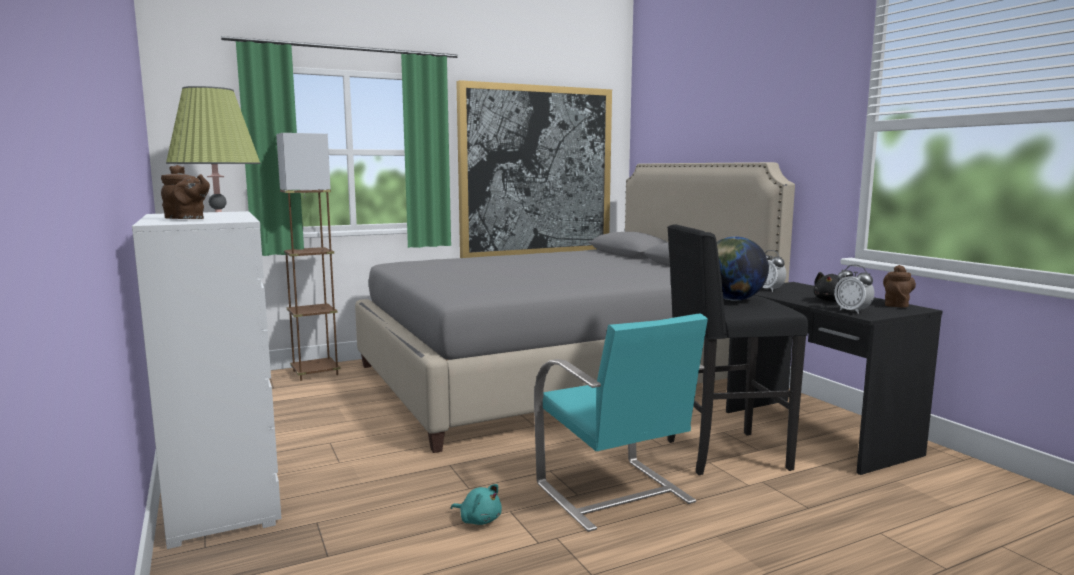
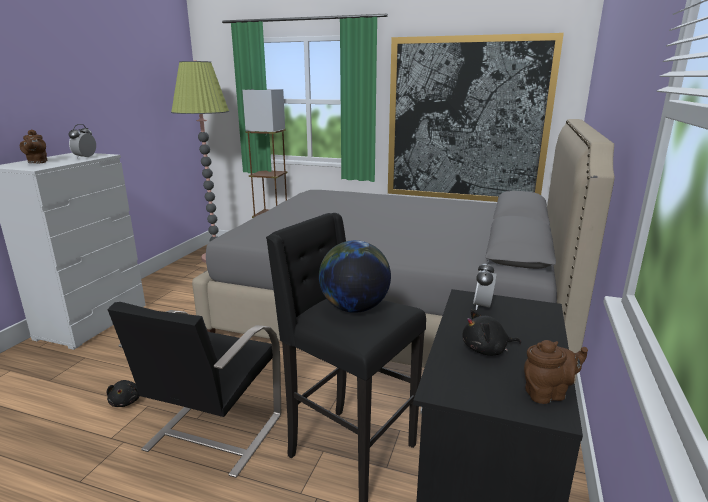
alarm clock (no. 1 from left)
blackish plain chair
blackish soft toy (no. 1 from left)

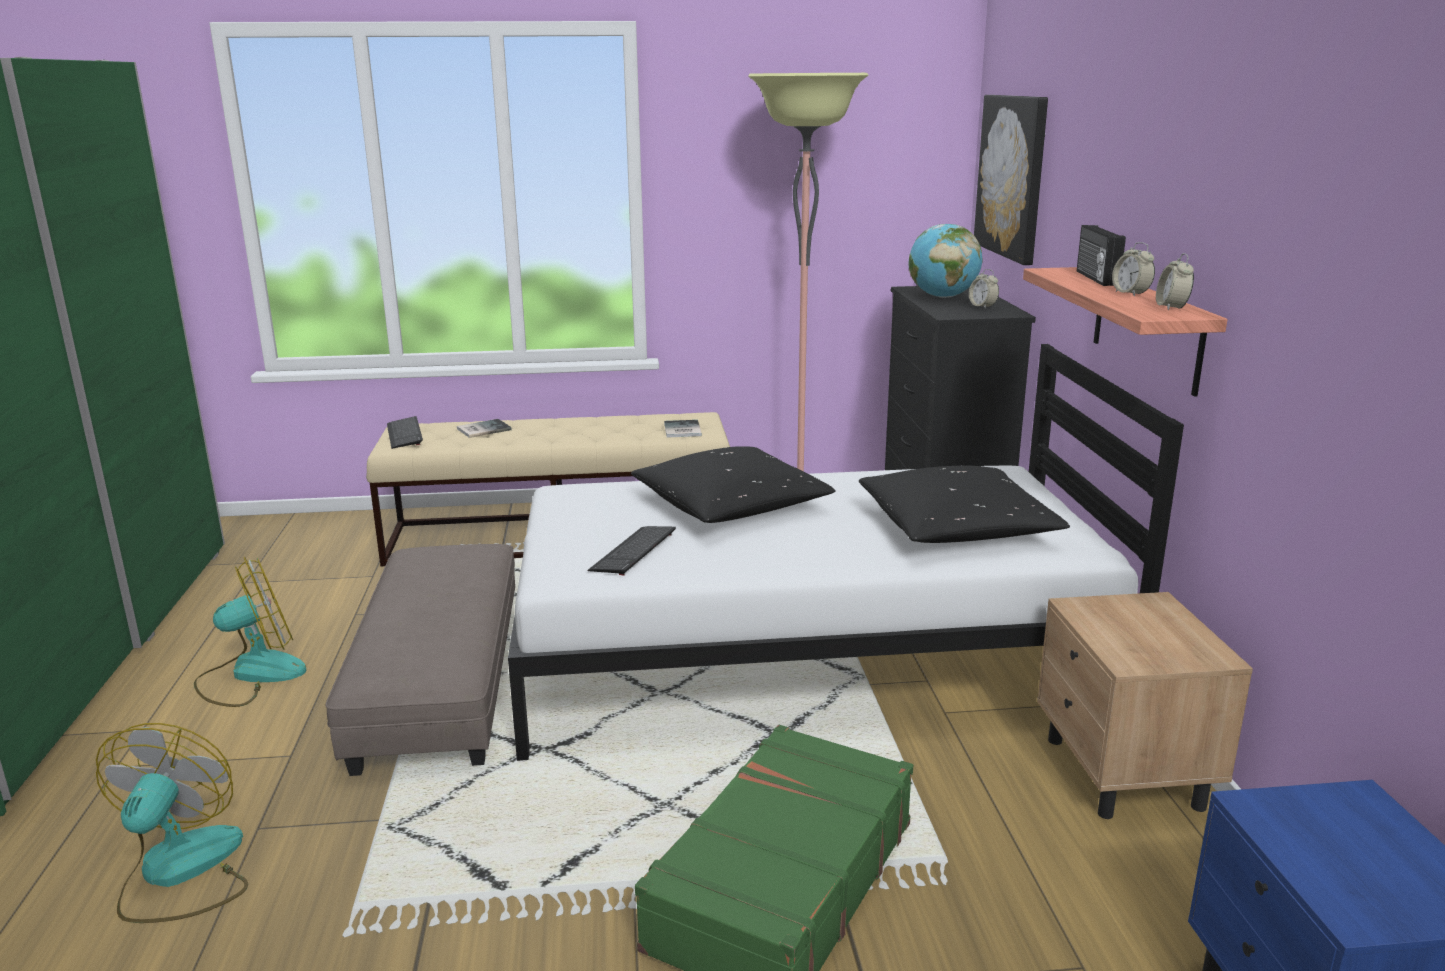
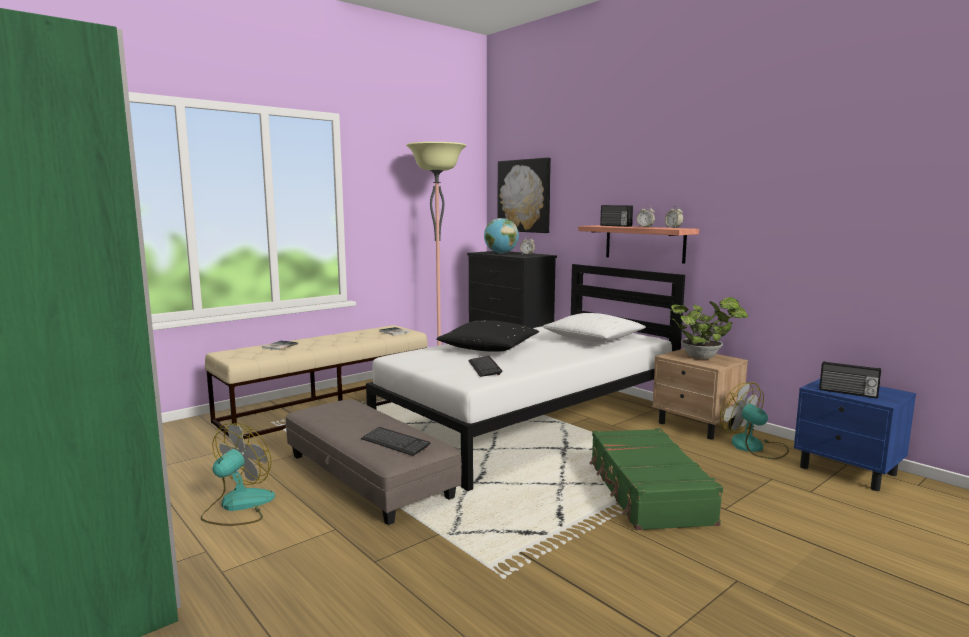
PC keyboard (no. 1 from left)
white pillow
fan (no. 2 from left)
plant in a pot
radio receiver (no. 2 from left)

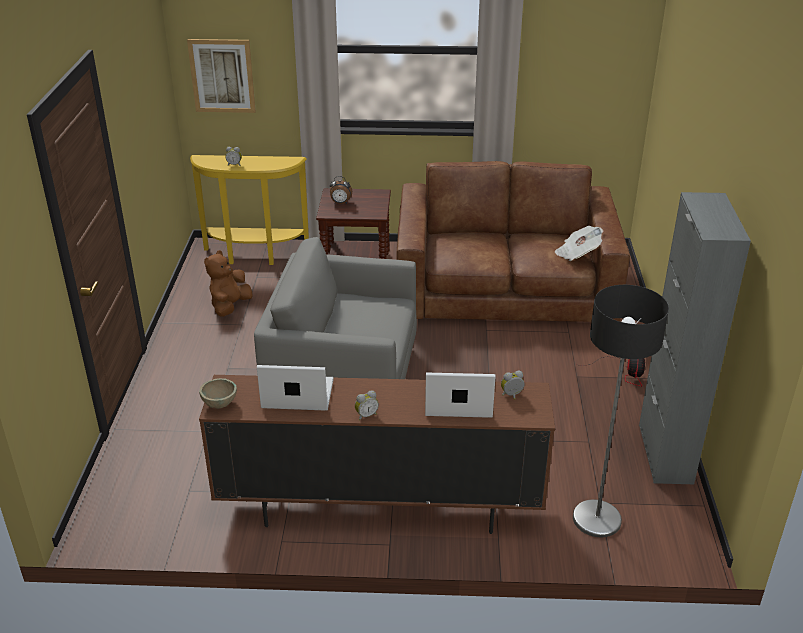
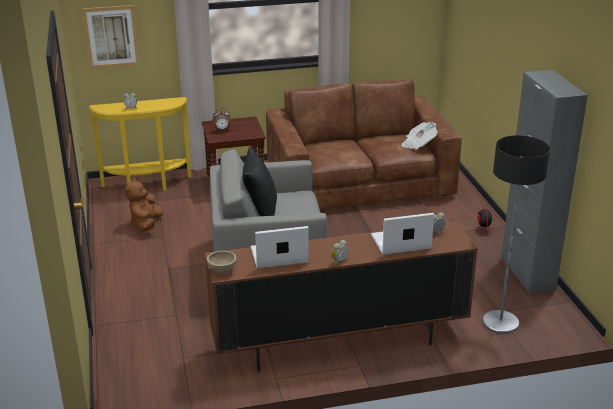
blackish pillow

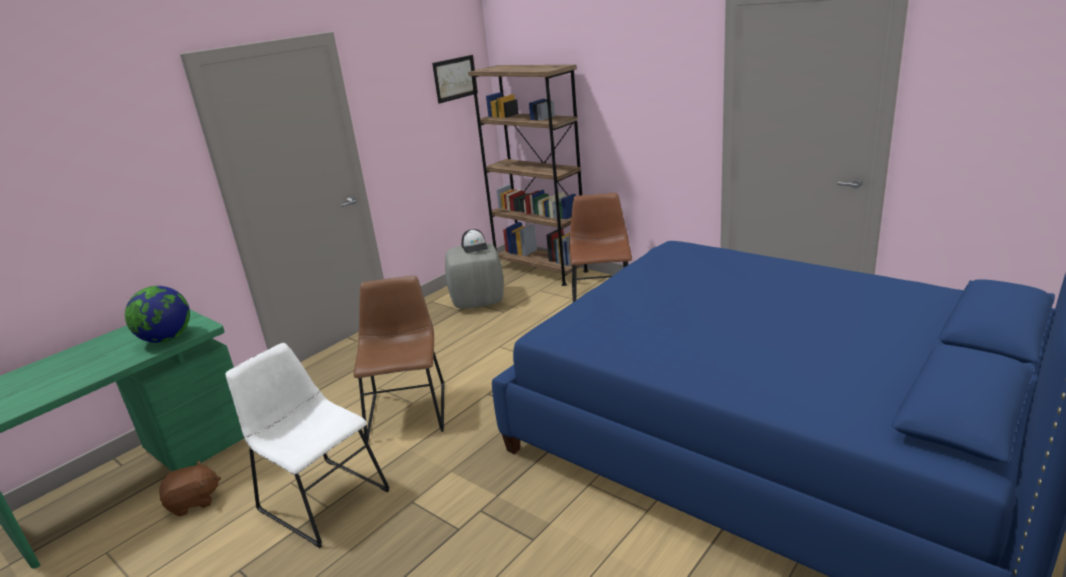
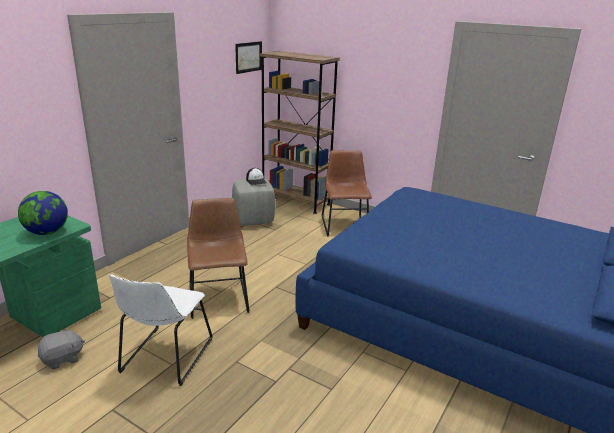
white plain chair
grey soft toy

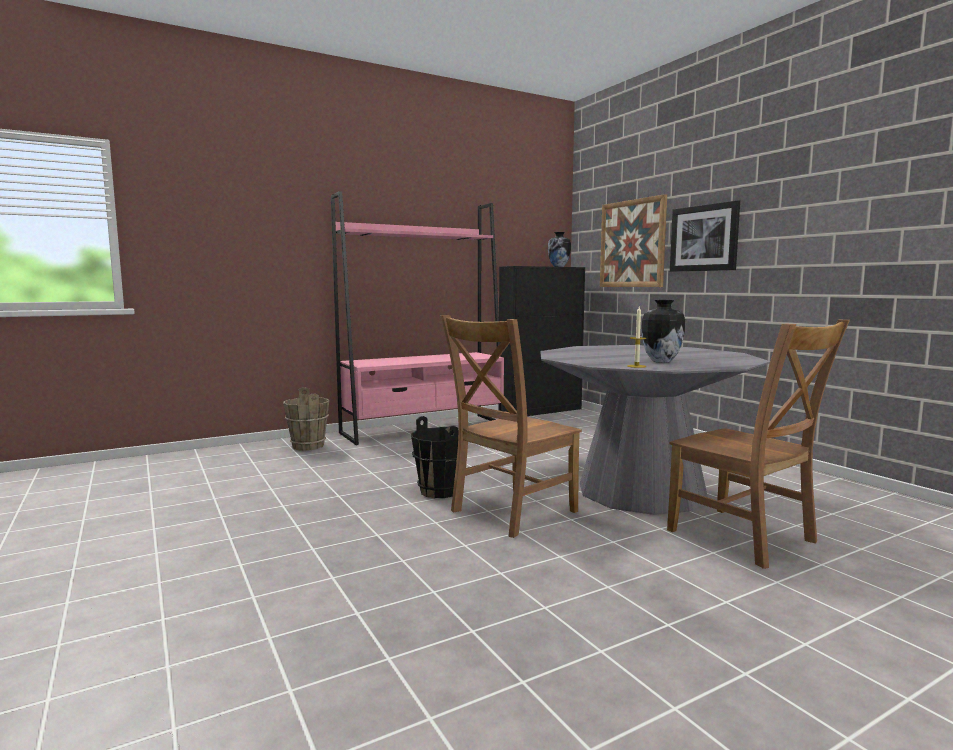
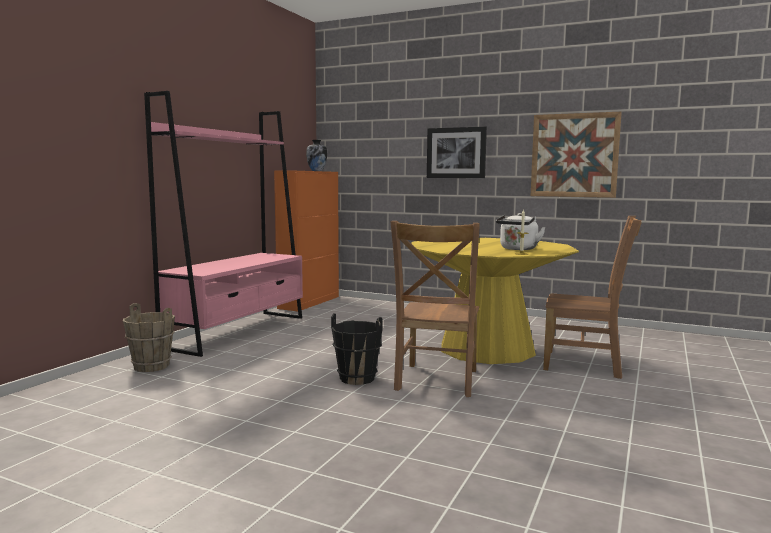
picture (no. 2 from left)
orangey cupboard
white tea kettle
yellow dining table

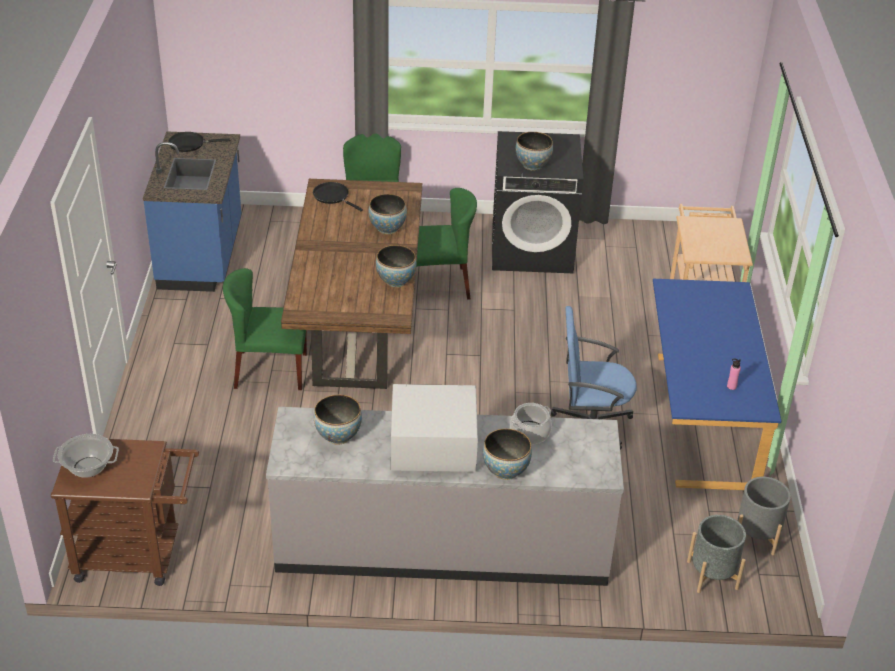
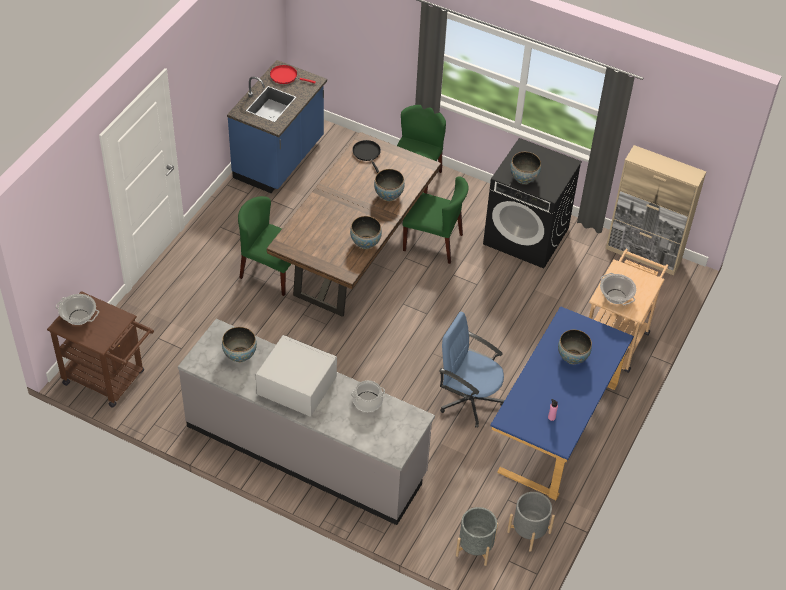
reddish skillet
serving bowl (no. 5 from left)
beige-coloured cupboard
stockpot (no. 3 from left)

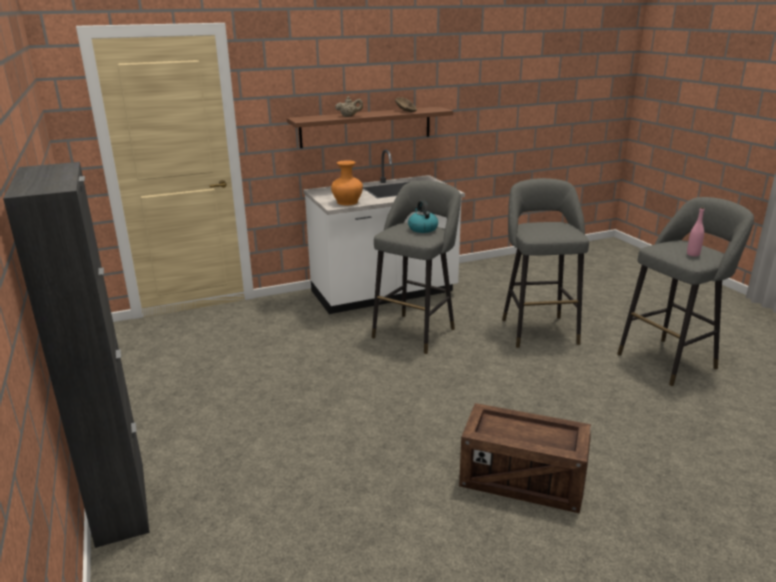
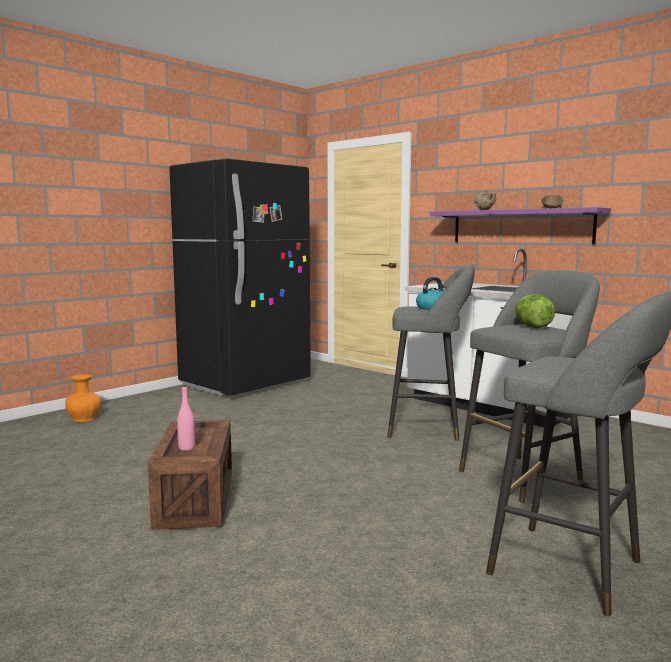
purple-coloured shelf
orangey vase
blackish cupboard
pink-coloured beverage bottle
blackish fridge
lettuce head

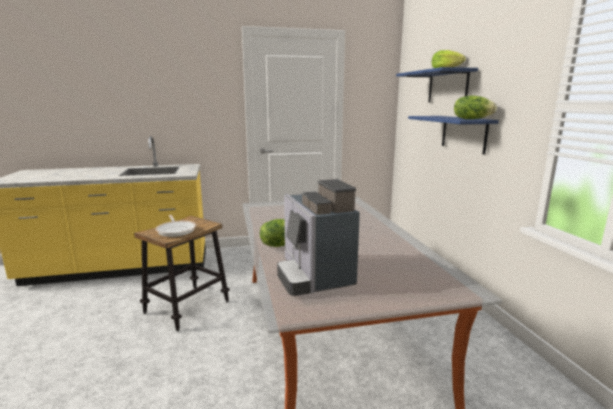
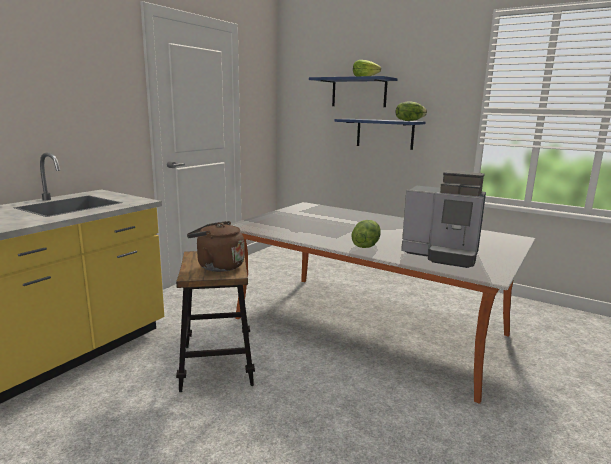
brown-coloured tea kettle

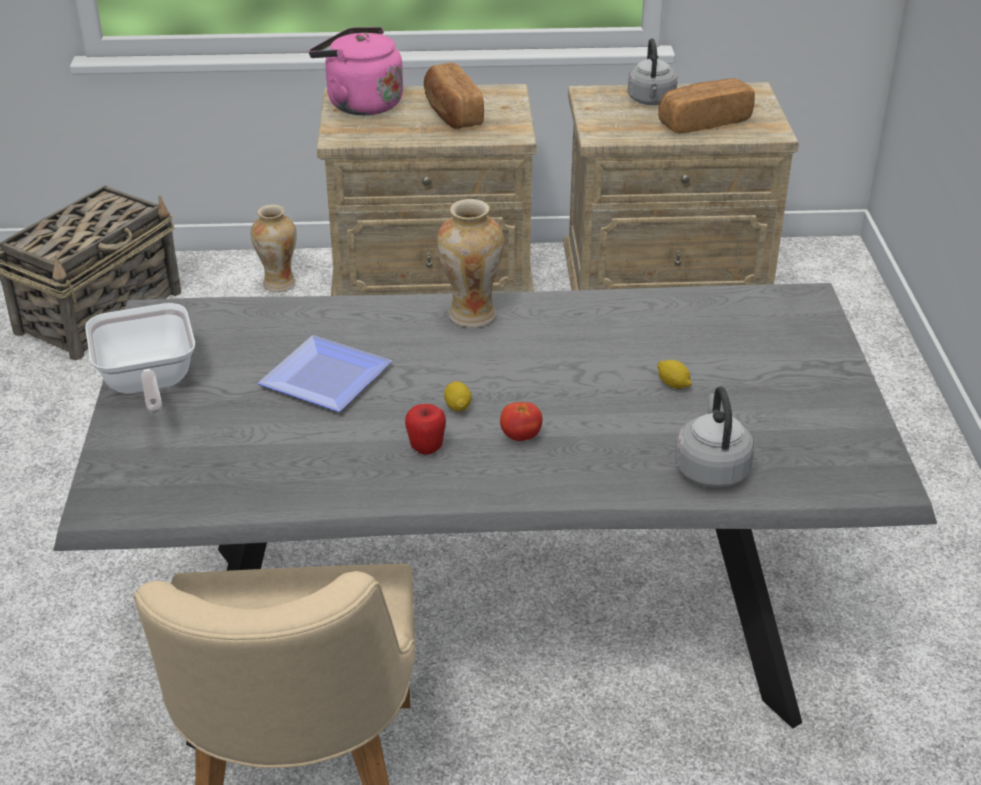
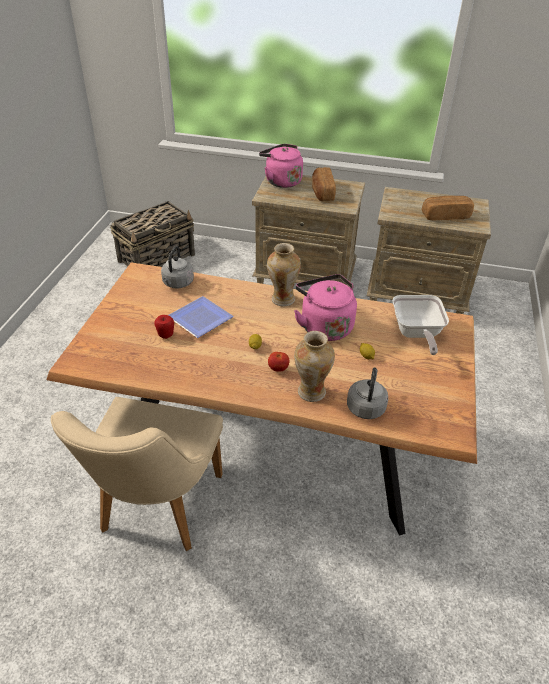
grey tea kettle (no. 1 from left)
vase (no. 2 from left)
brown-coloured dining table
skillet
apple fruit
pink-coloured tea kettle (no. 2 from left)

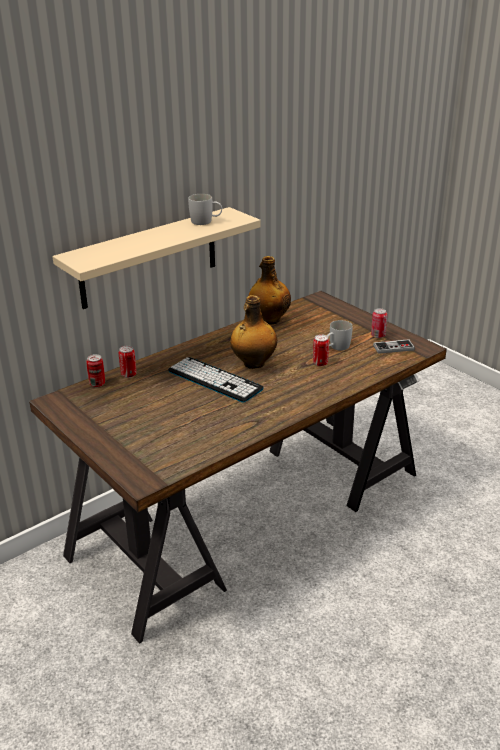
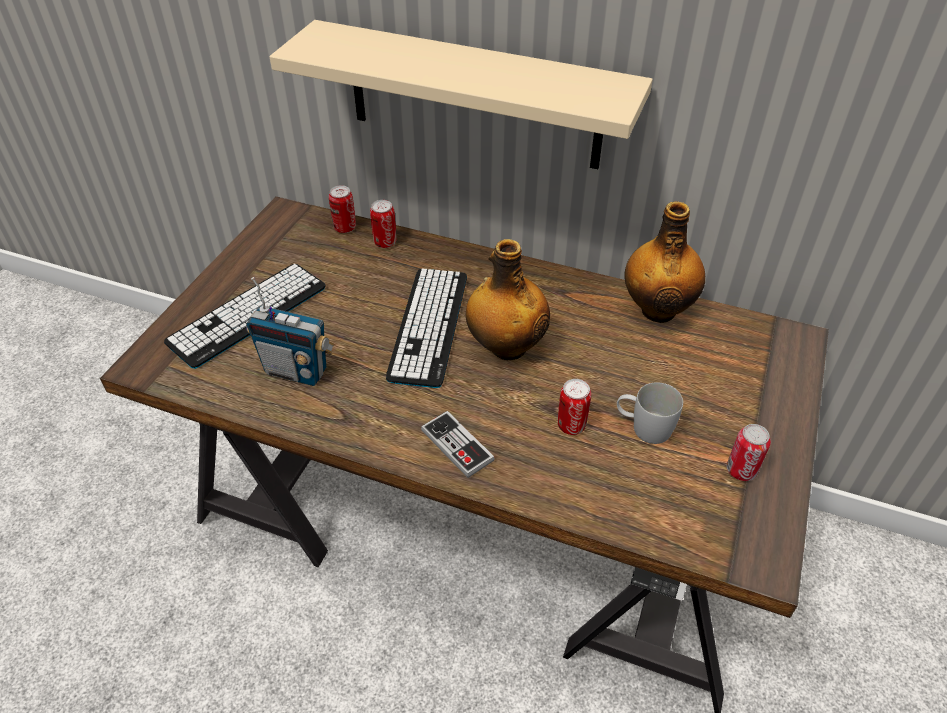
white mug (no. 1 from left in the first image)
gamepad
PC keyboard (no. 1 from left)
radio receiver

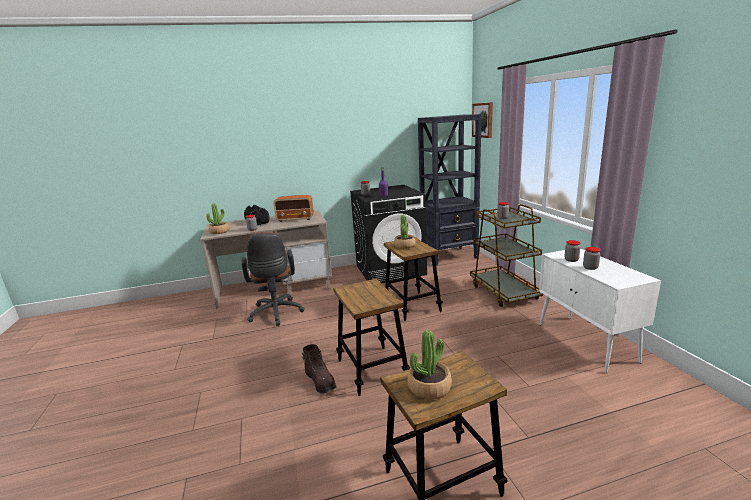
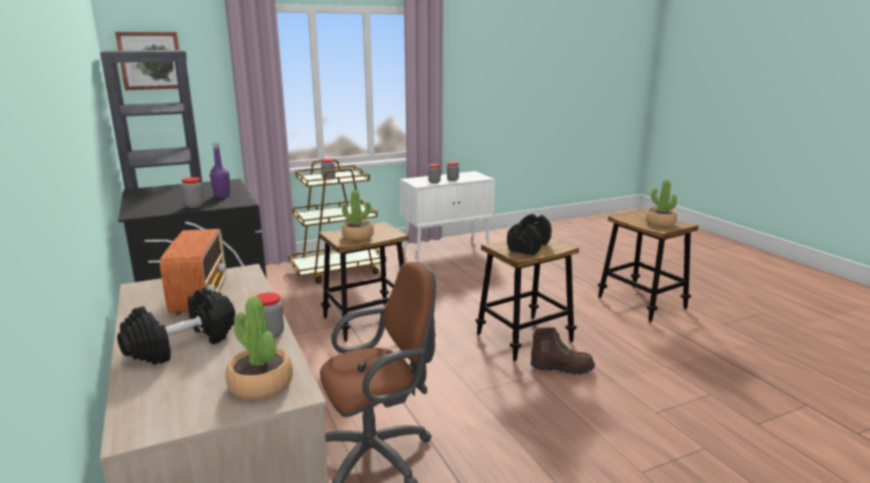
brown-coloured boot
blackish dumbbell (no. 2 from left)

